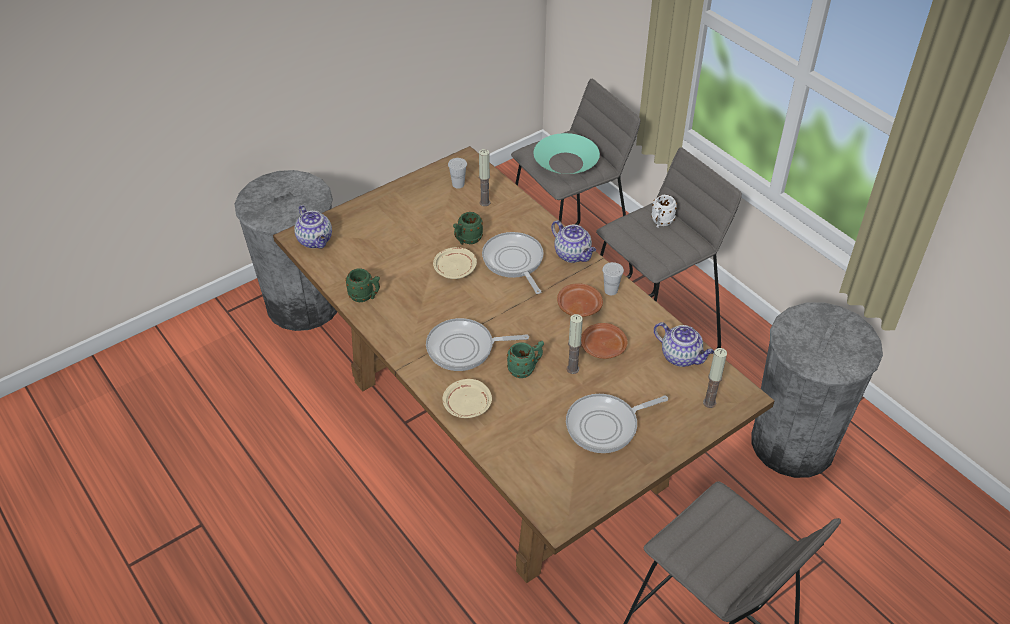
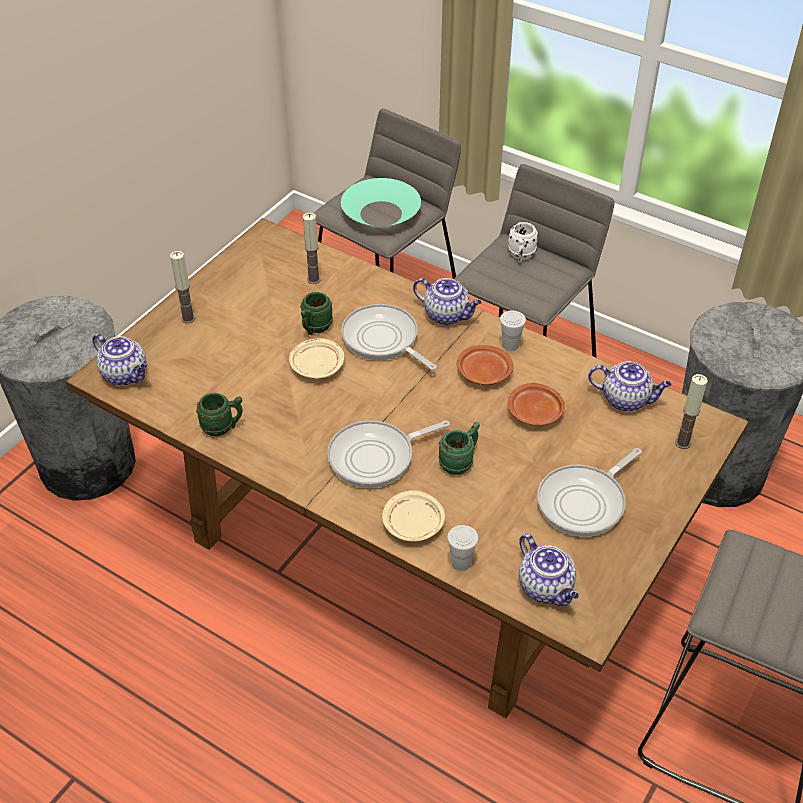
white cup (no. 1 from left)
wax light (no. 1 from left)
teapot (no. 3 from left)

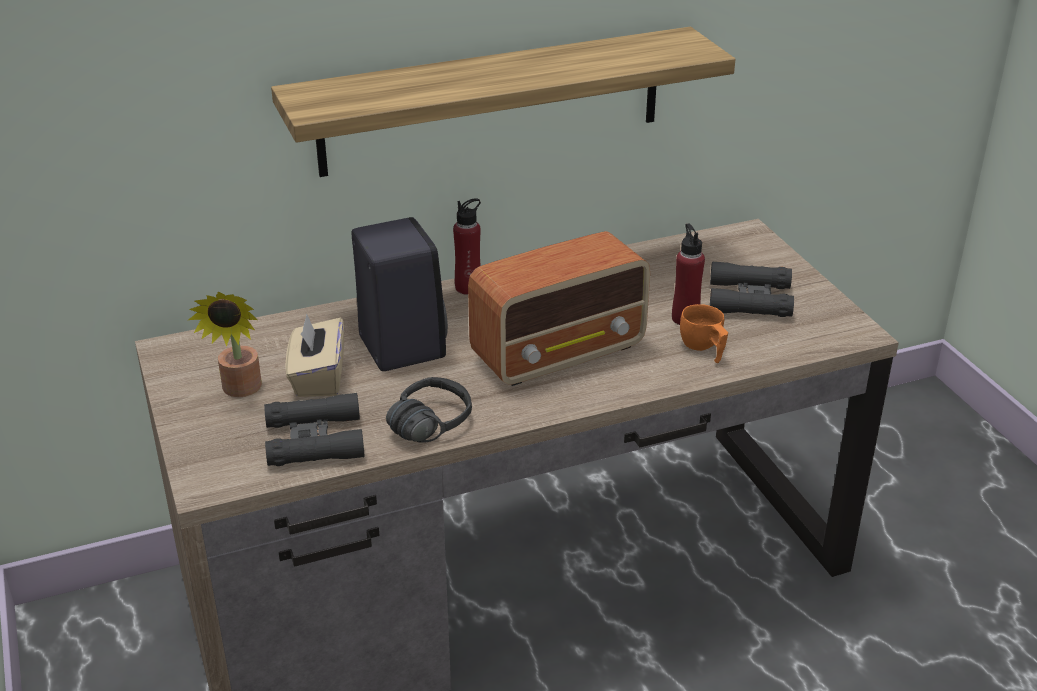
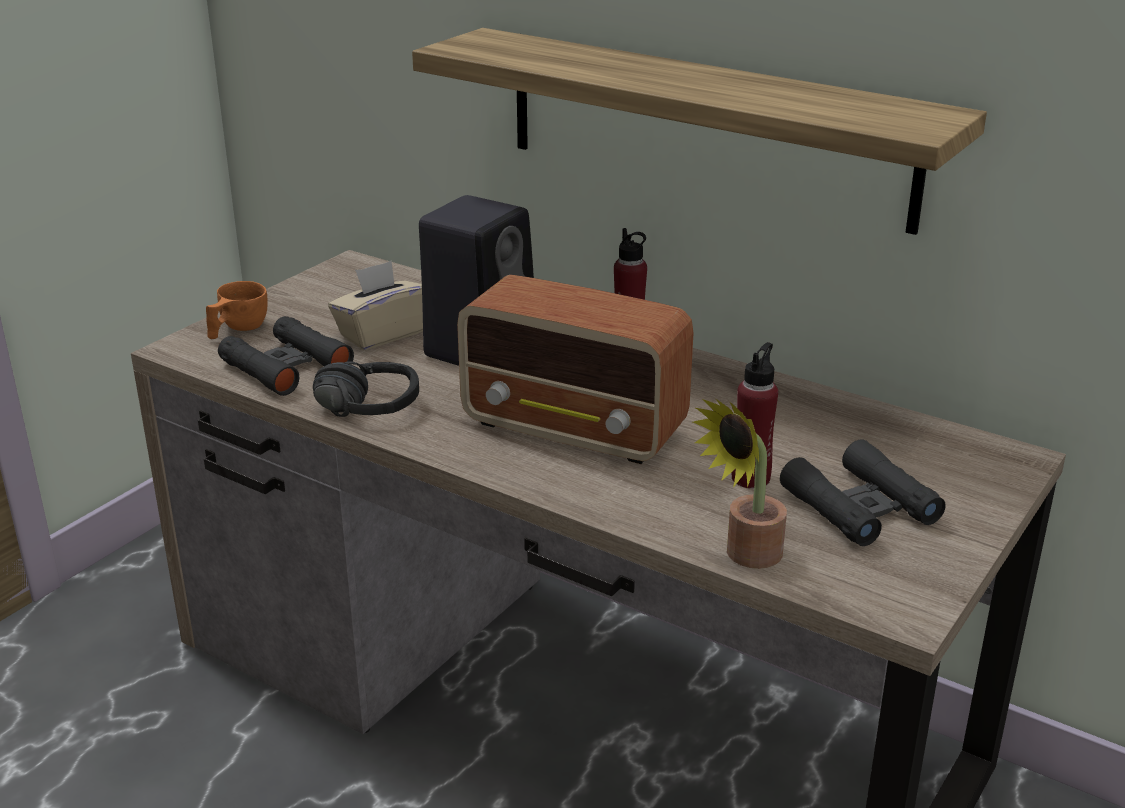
plant in a pot
orangey cup

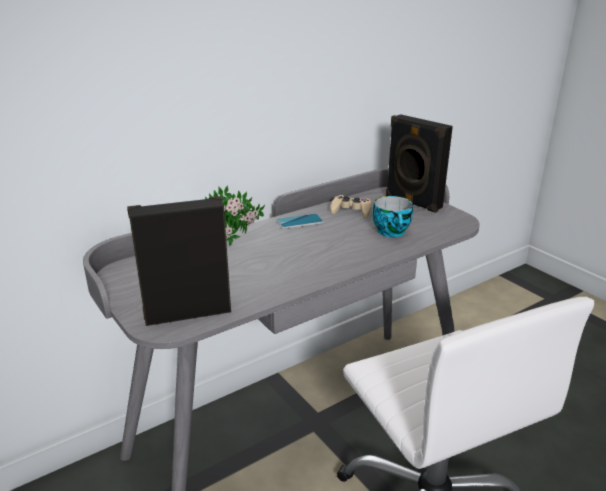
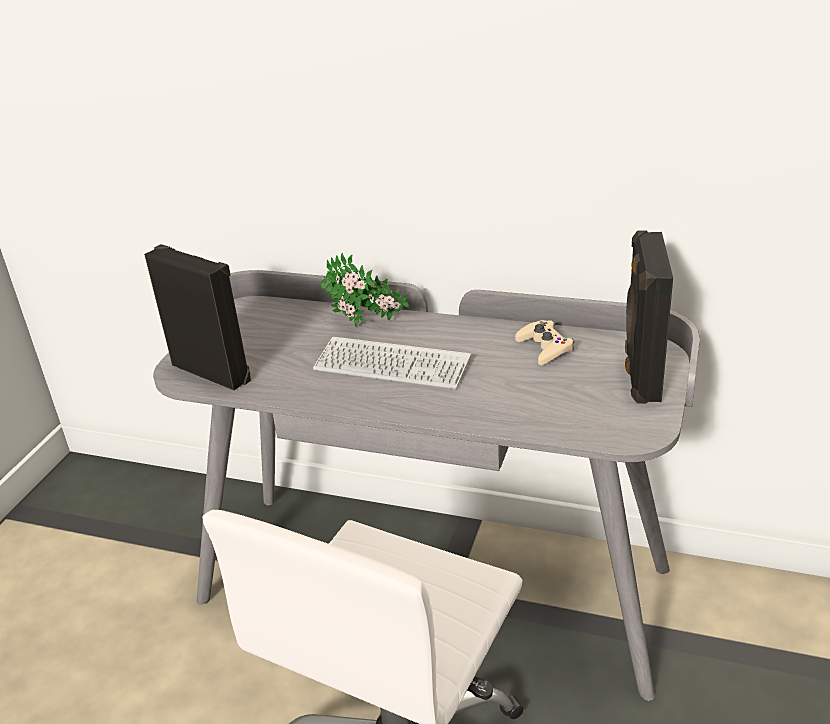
cup
phone
PC keyboard

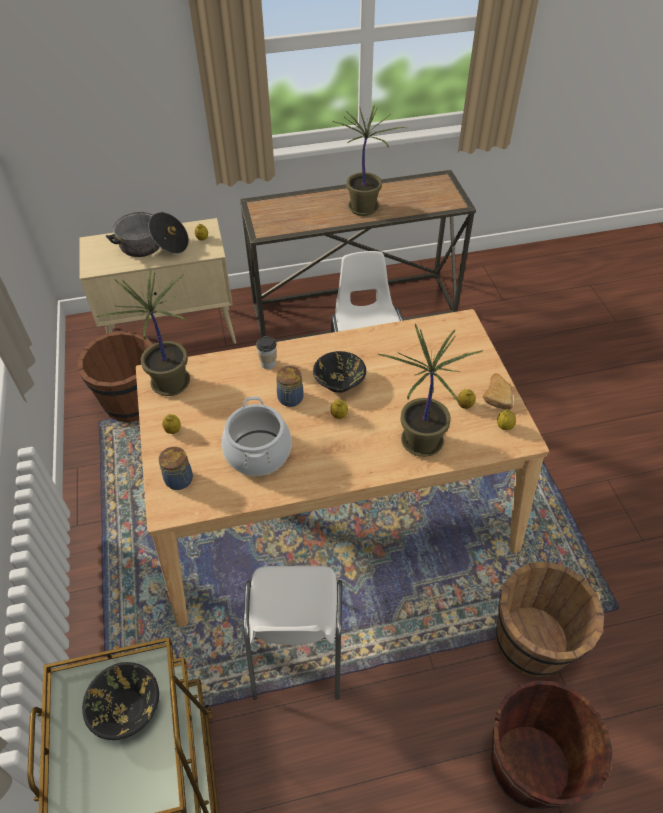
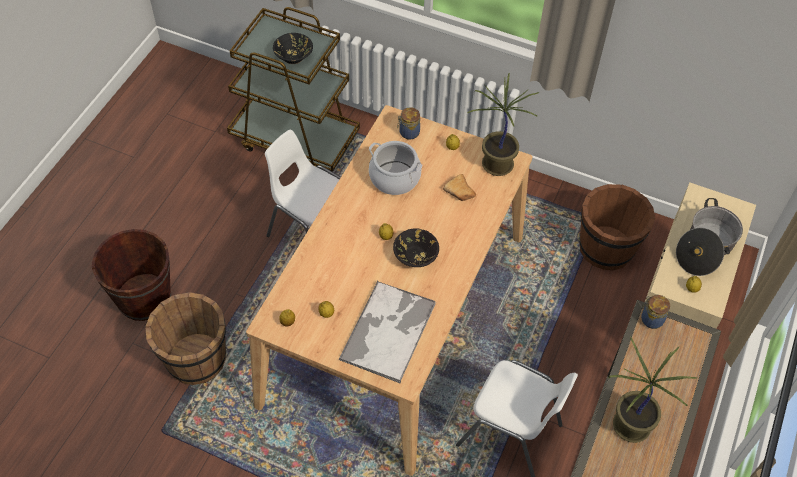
plant in a pot (no. 3 from left in the first image)
cup
preserve jar (no. 2 from left)
baked bread
carrying tray

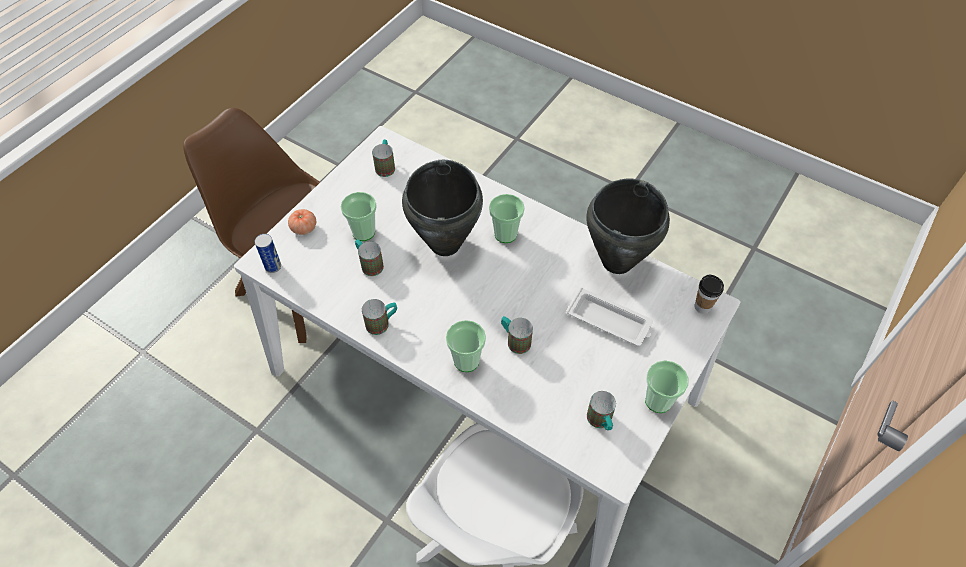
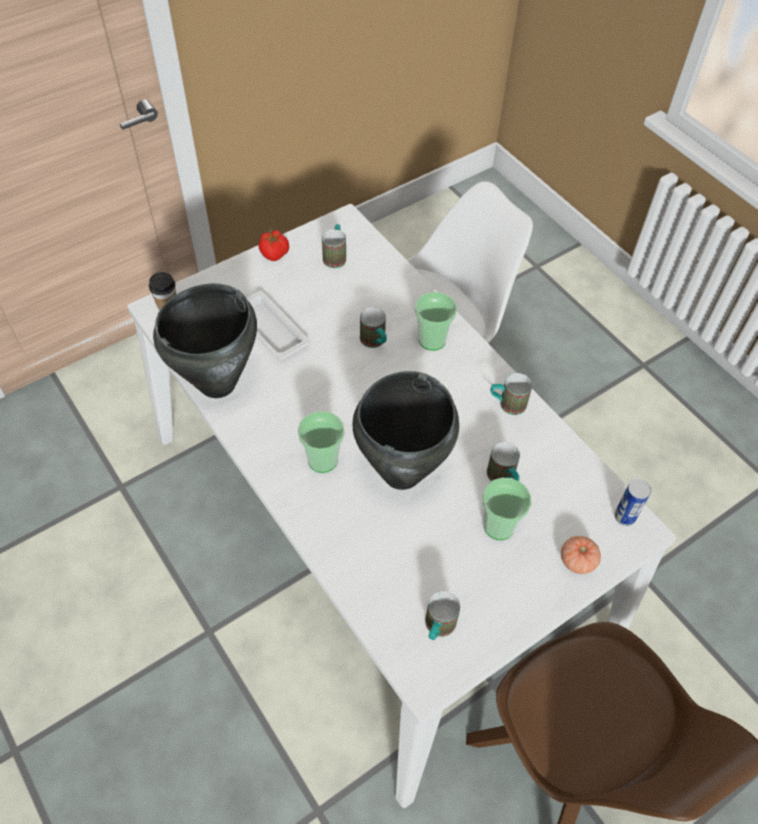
fresh tomato (no. 1 from left)

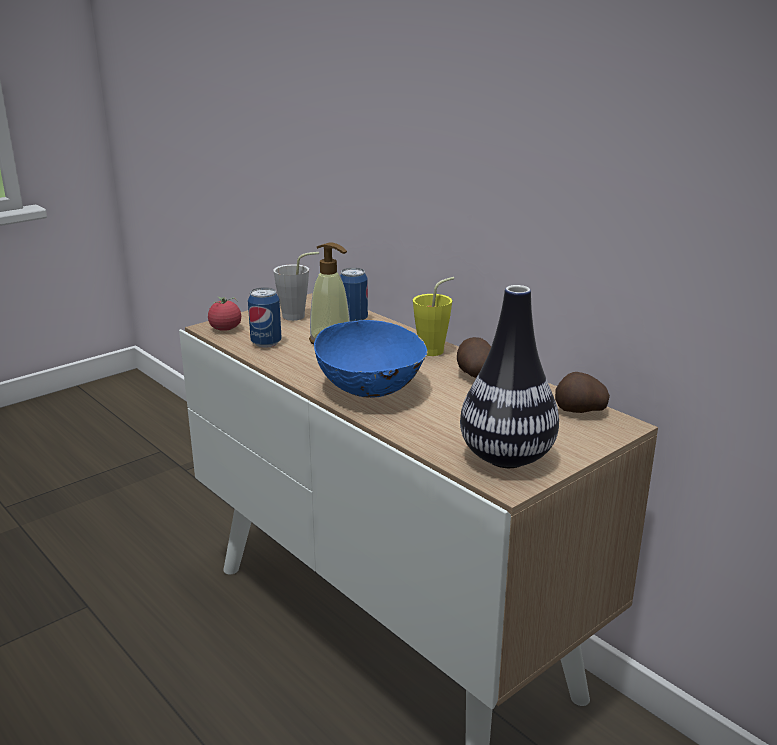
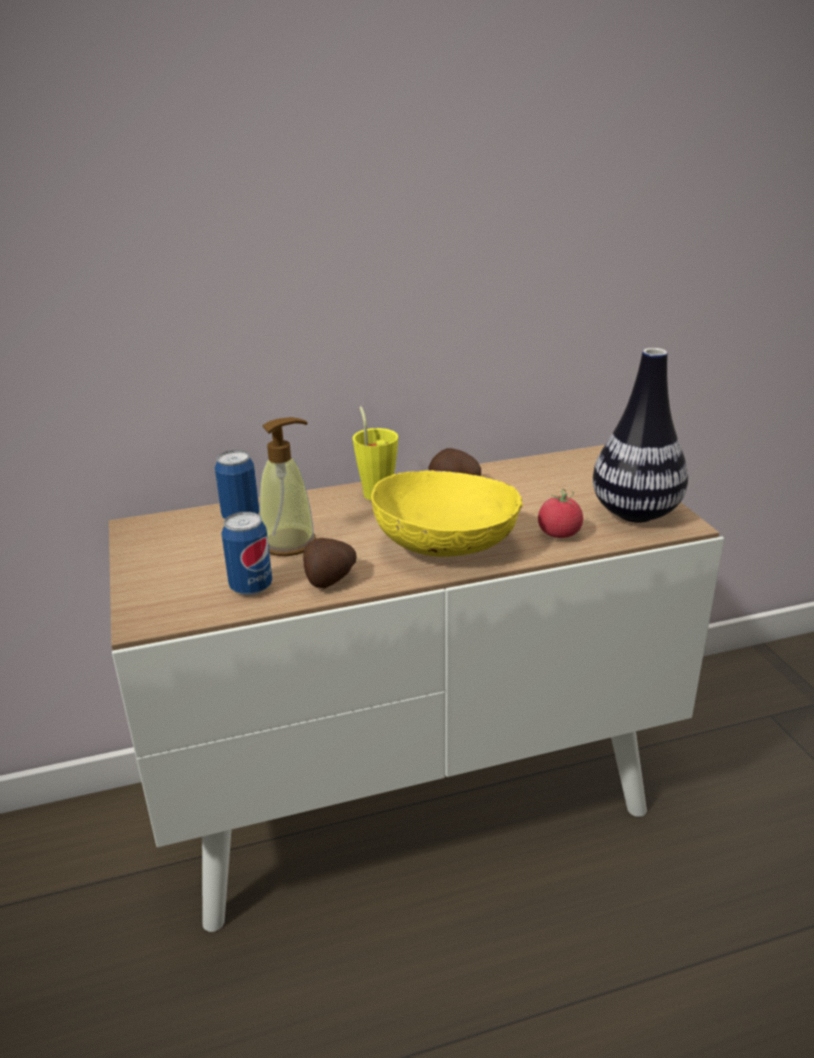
grey cup
fresh tomato
yellow serving bowl
spud (no. 1 from left)

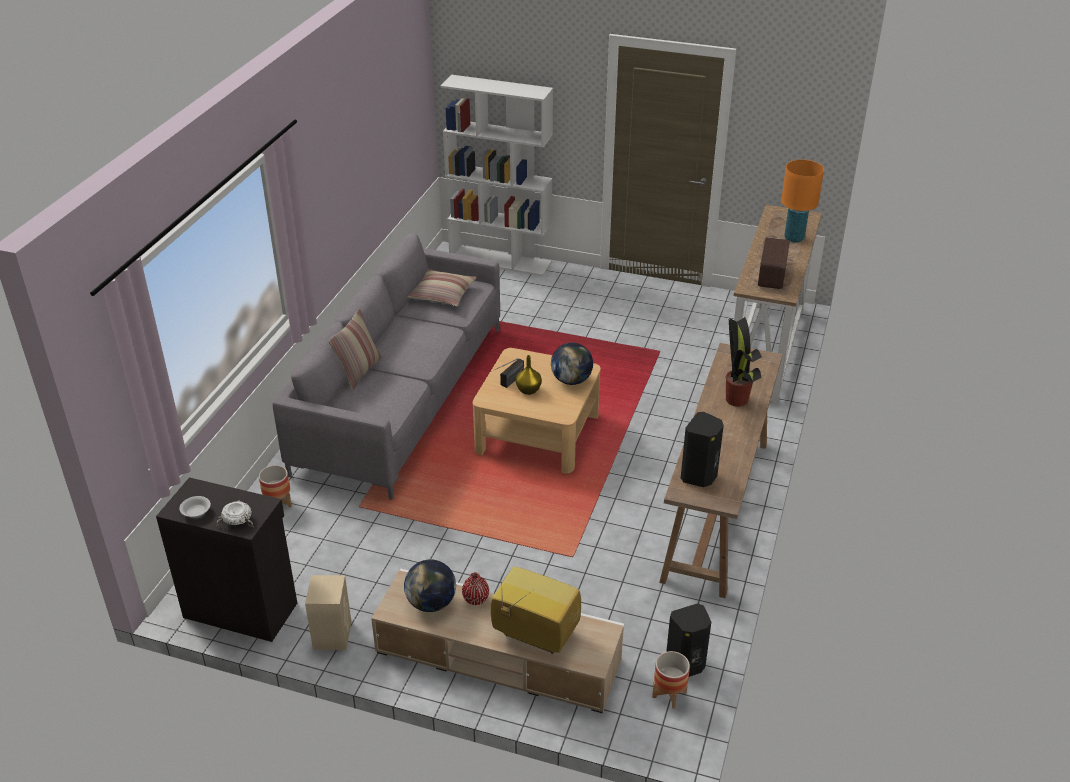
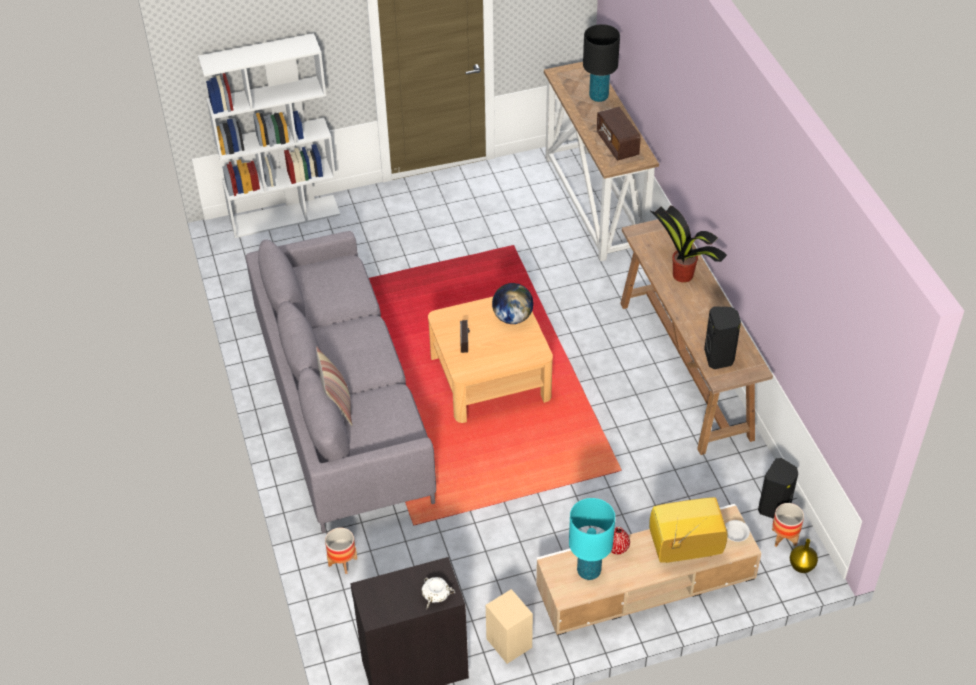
blackish lamp for a table
pillow (no. 2 from left in the first image)
yellow vase
white serving bowl (no. 2 from left)
turquoise-coloured lamp for a table

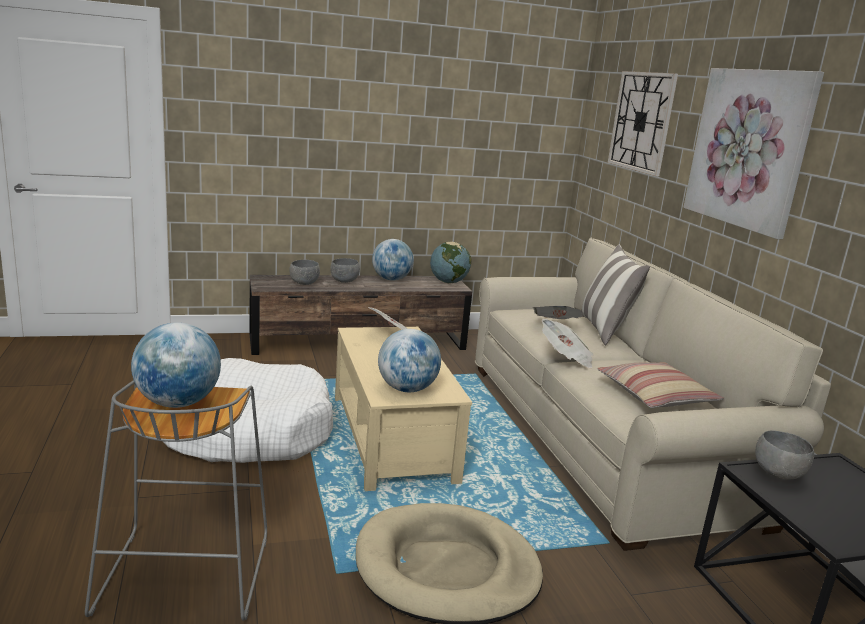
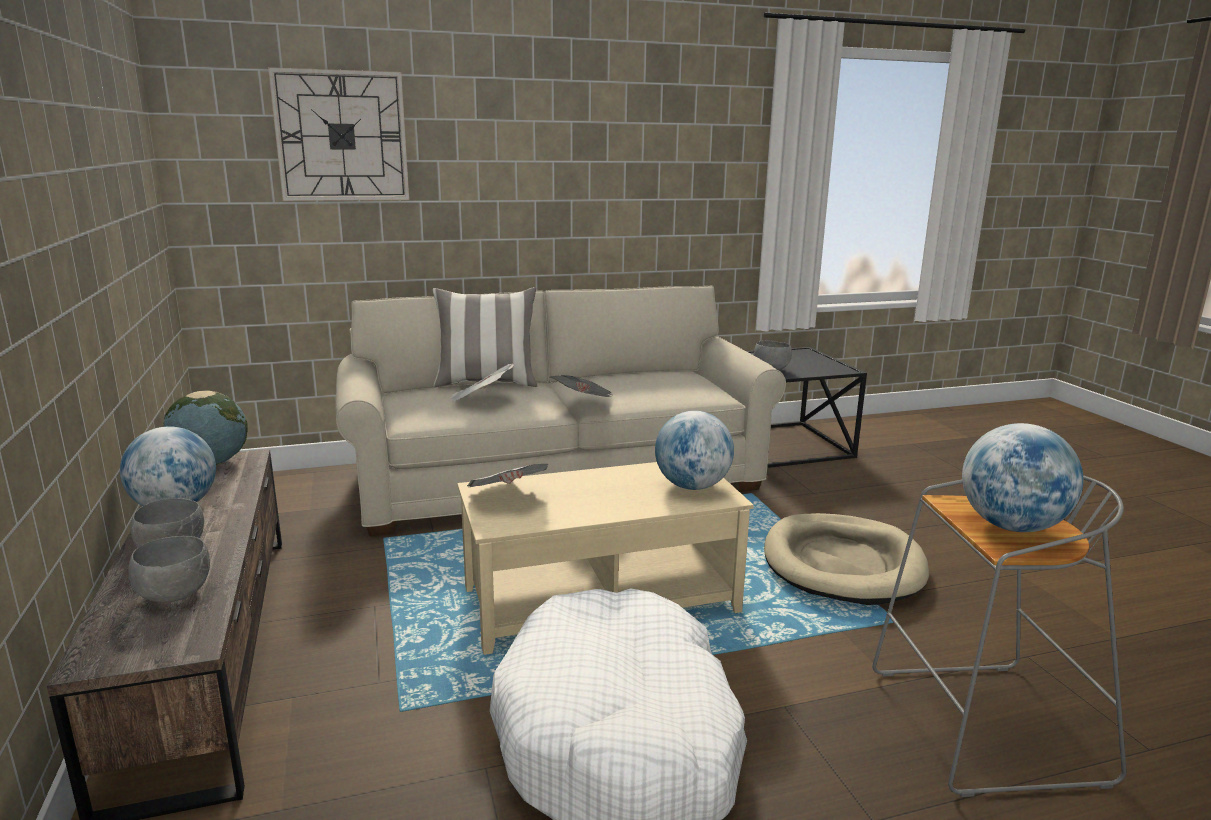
picture
pillow (no. 2 from left in the first image)

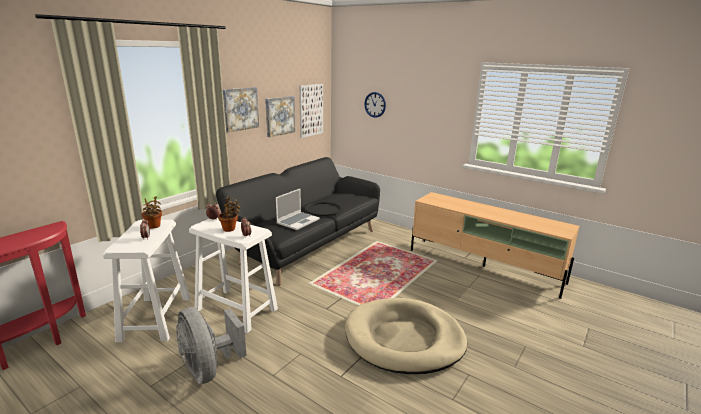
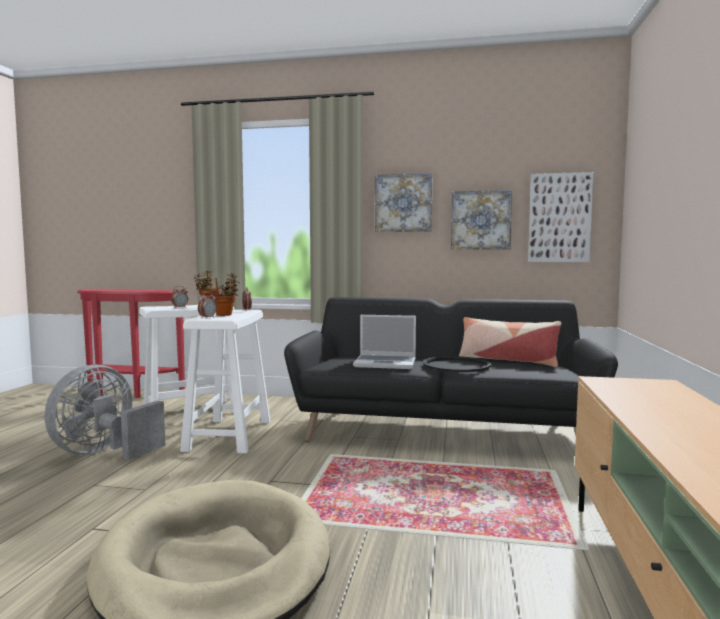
wall clock
pillow

